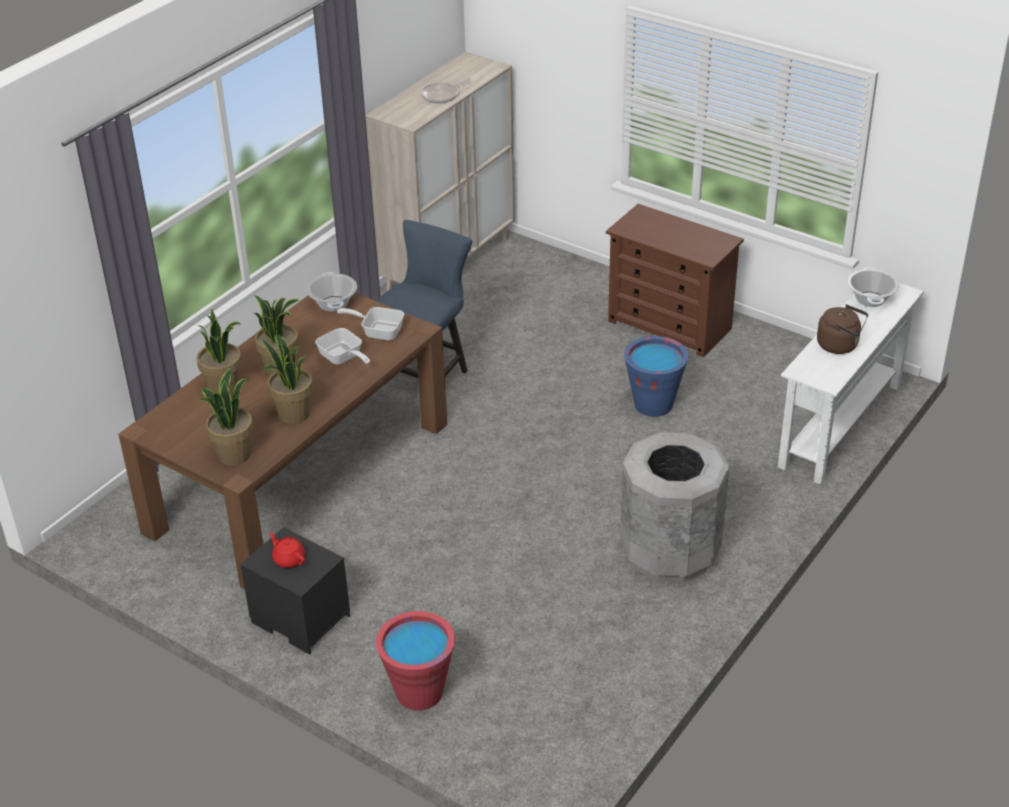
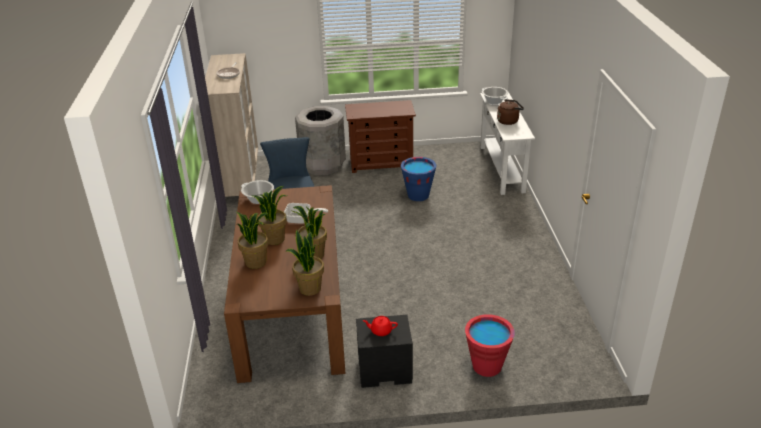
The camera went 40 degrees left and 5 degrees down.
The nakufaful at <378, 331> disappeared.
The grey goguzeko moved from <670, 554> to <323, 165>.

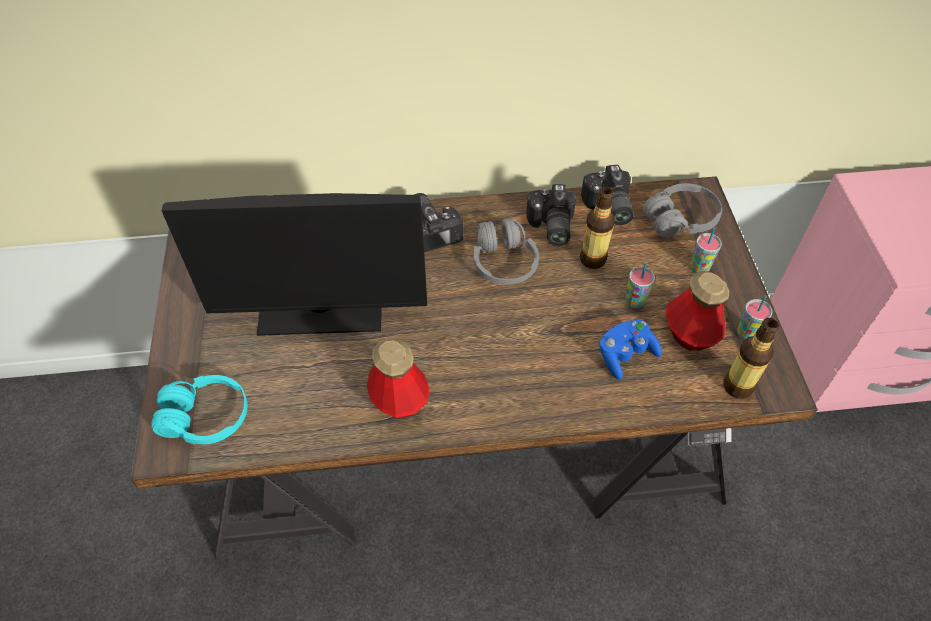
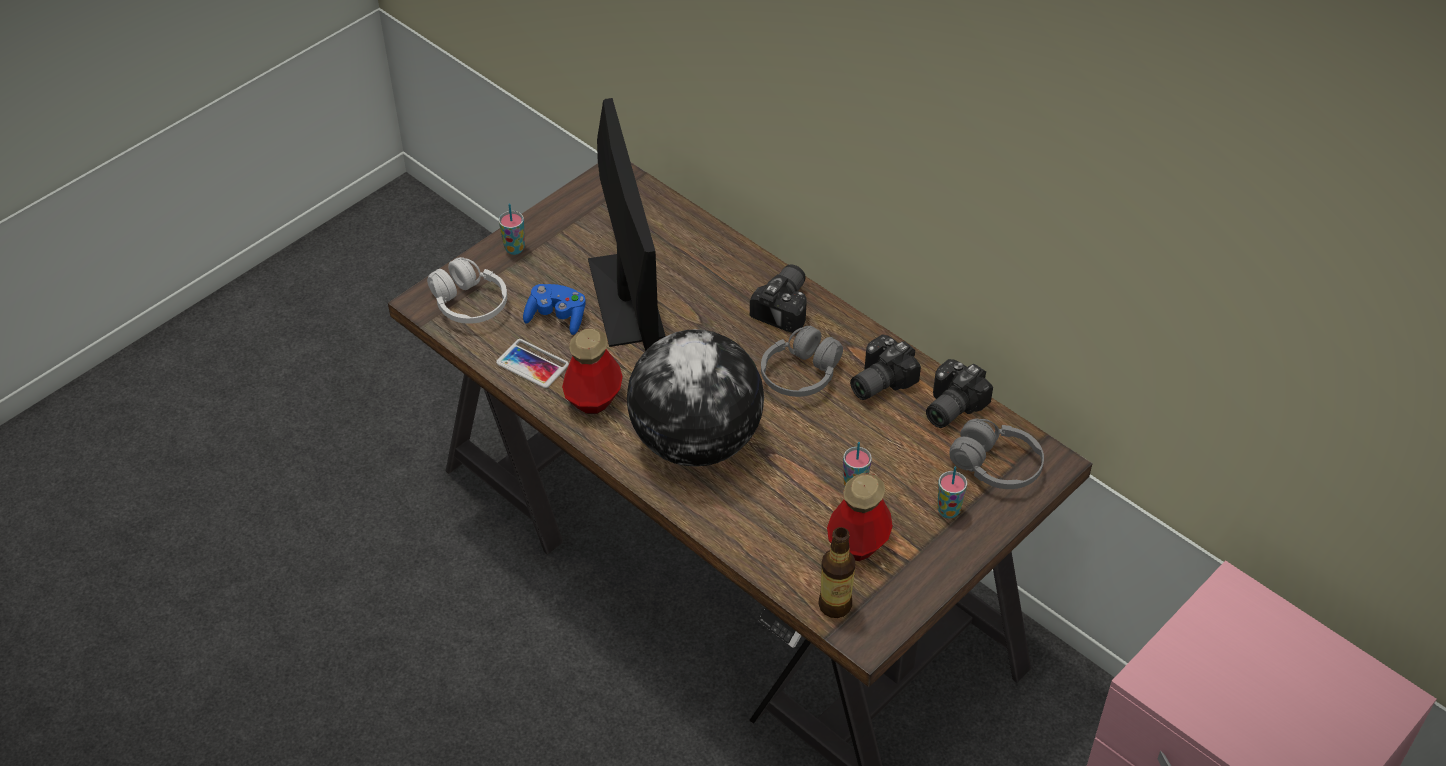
The camera went 50 degrees right and 5 degrees down.
The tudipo at <592, 259> disappeared.
The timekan at <321, 311> turned 150 degrees counterclockwise.
The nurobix moved from <746, 334> to <514, 249>.
The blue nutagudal moved from <625, 355> to <557, 317>.
The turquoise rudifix at <205, 418> became the white rudifix at <469, 304>.
The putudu at <696, 442> appeared.
The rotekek at <532, 364> appeared.

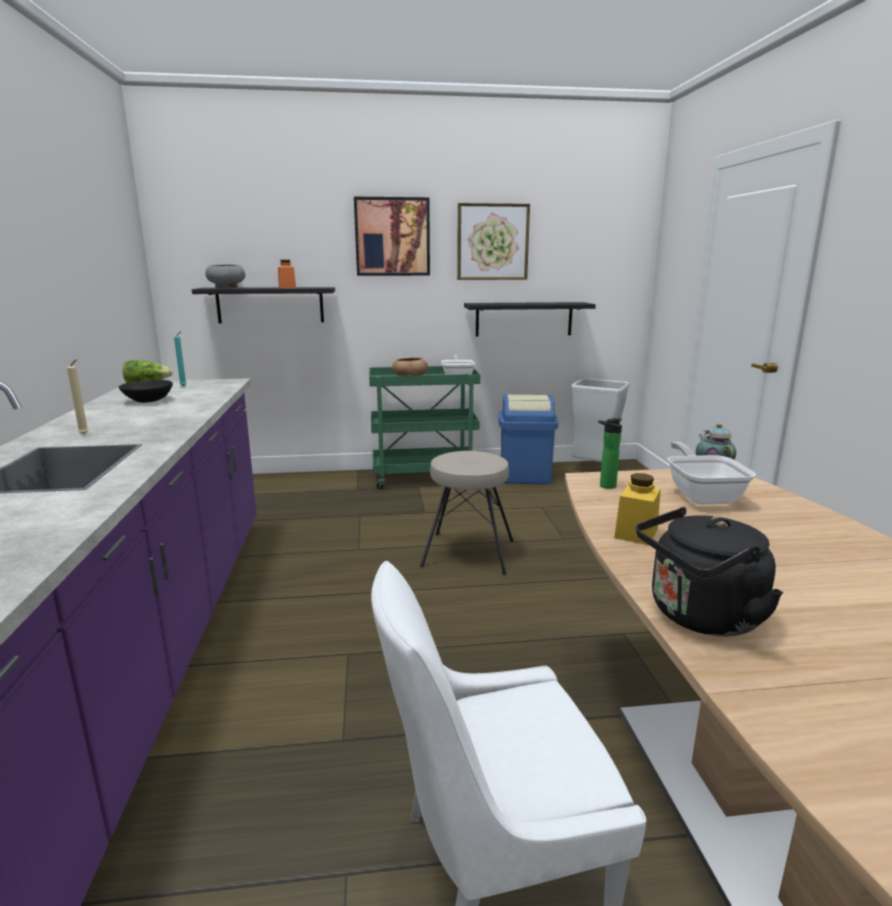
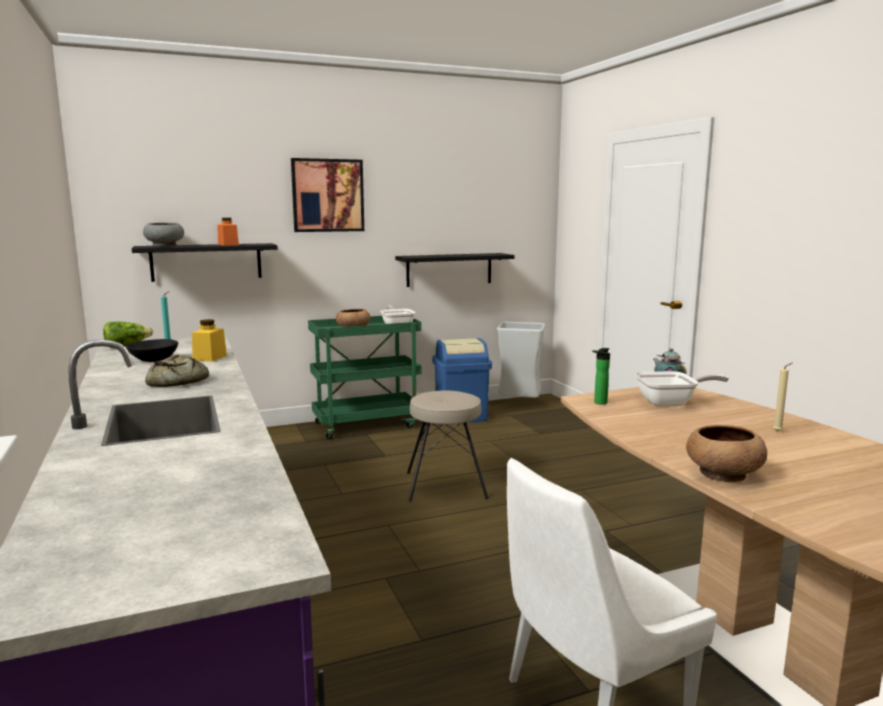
The camera went 15 degrees left and 5 degrees down.
The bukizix at <492, 242> disappeared.
The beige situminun moved from <85, 435> to <779, 431>.
The nakufaful at <701, 495> turned 105 degrees clockwise.
The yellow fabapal moved from <636, 533> to <210, 357>.
The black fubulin at <699, 617> was replaced by the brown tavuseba at <722, 474>.
The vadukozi at <176, 382> appeared.

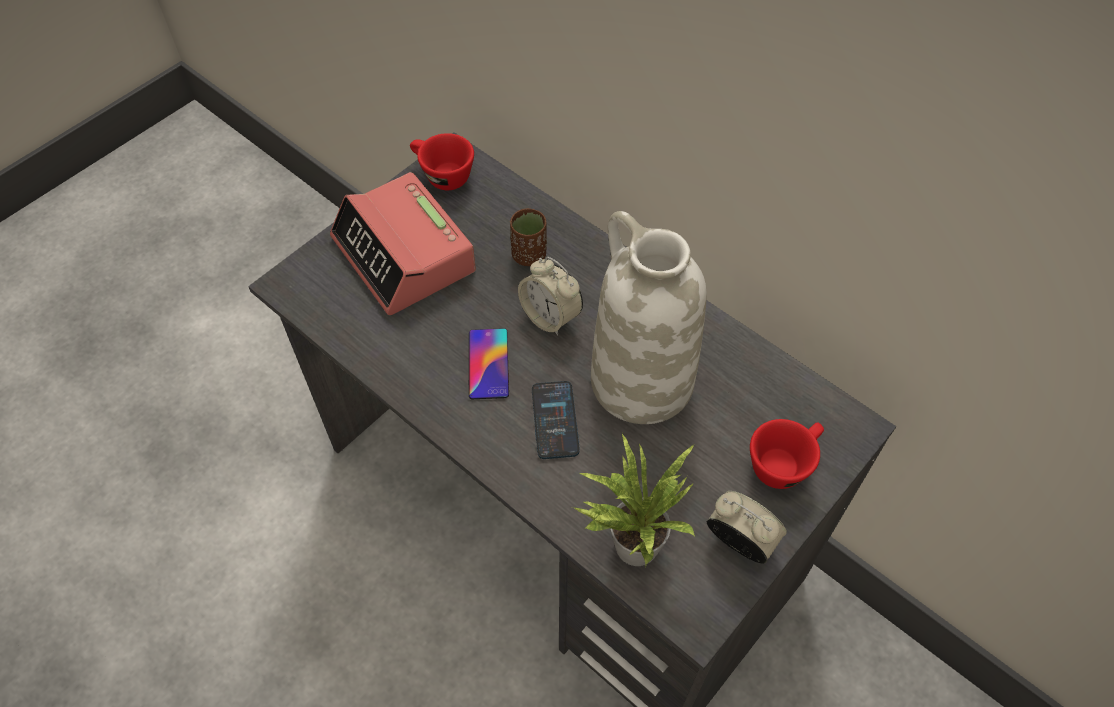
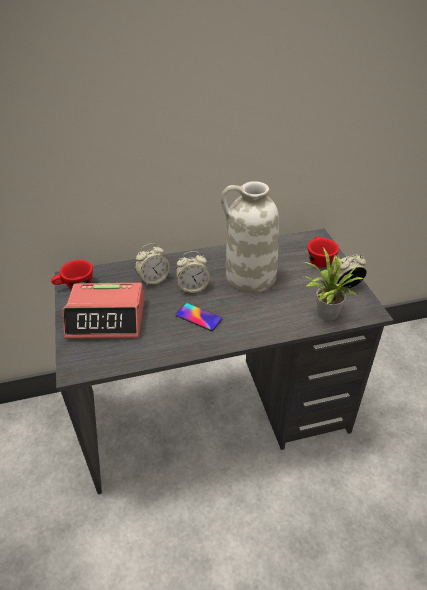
The camera went 55 degrees left and 15 degrees down.
The brown nurobix at <529, 255> was replaced by the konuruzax at <153, 279>.
The rotekek at <555, 420> disappeared.

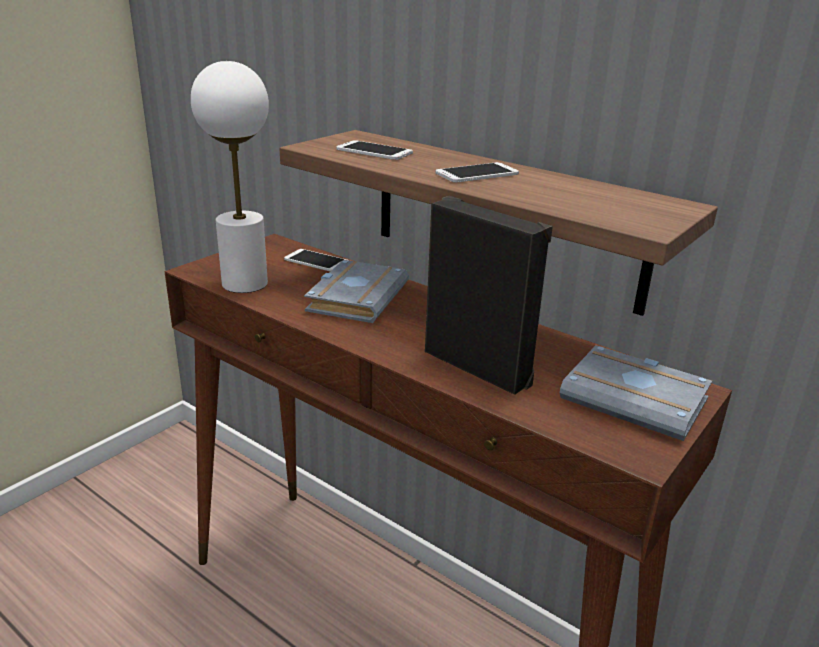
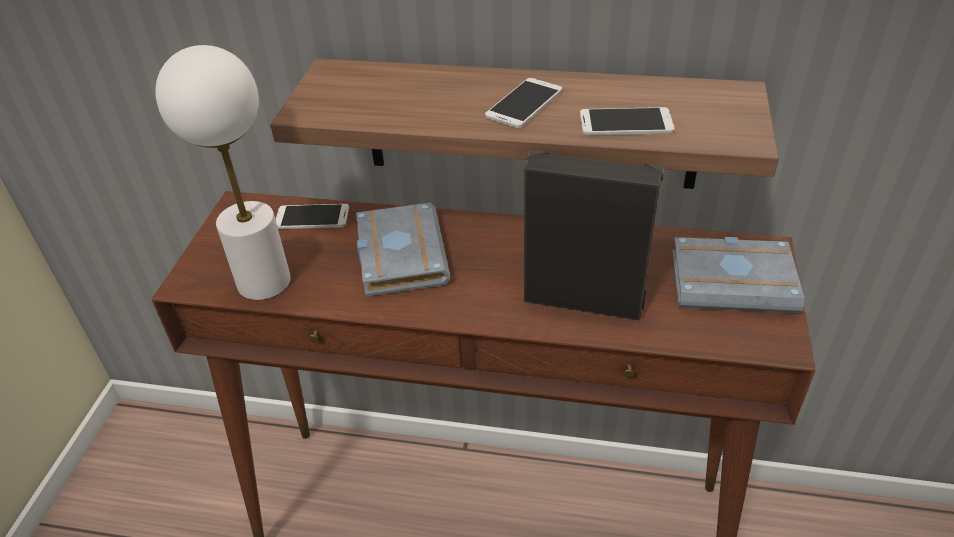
The camera went 25 degrees left and 15 degrees up.
The rotekek moved from <374, 151> to <626, 123>.

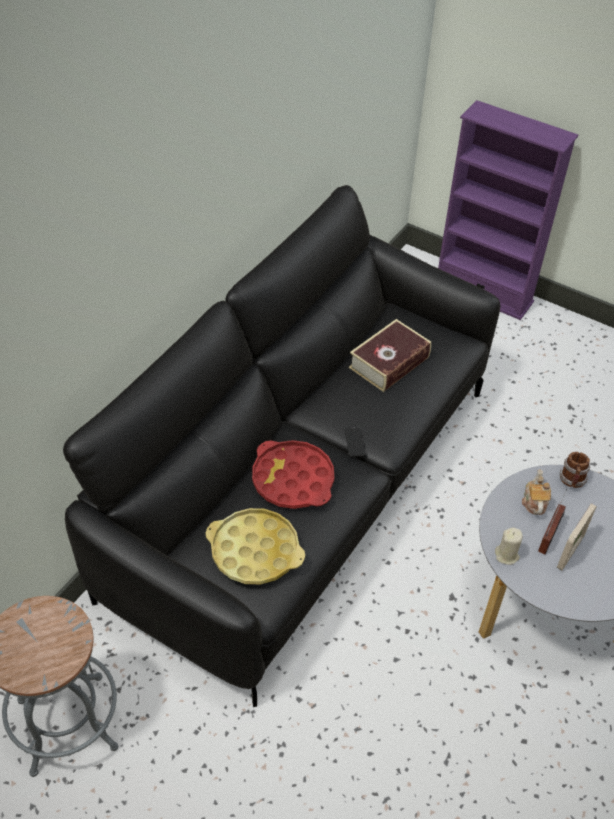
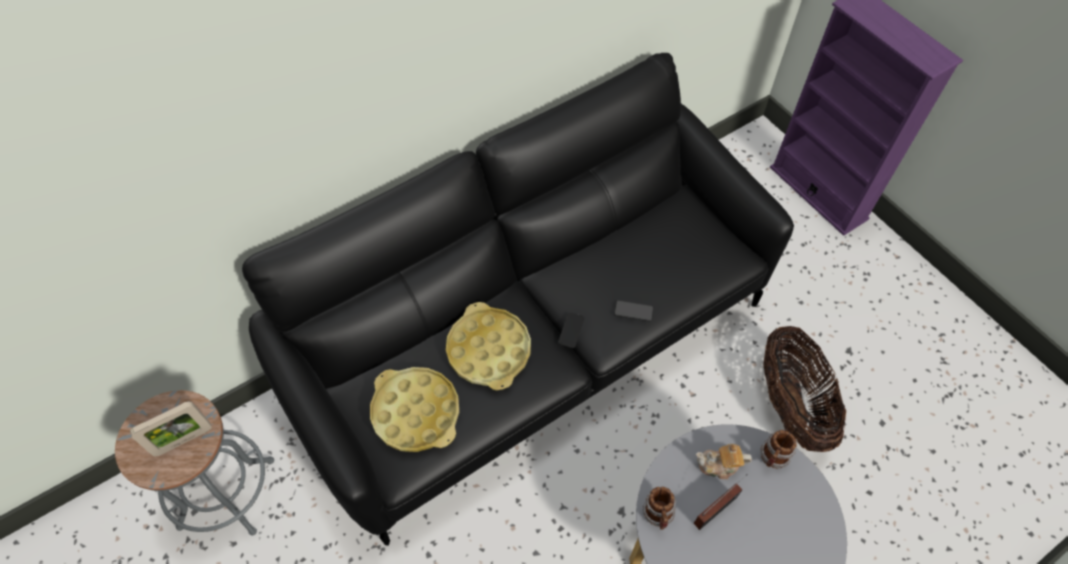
The camera went 25 degrees right and 10 degrees up.
The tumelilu at <389, 362> disappeared.
The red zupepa at <293, 480> became the yellow zupepa at <488, 350>.
The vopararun at <534, 502> turned 120 degrees counterclockwise.
The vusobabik moved from <570, 552> to <183, 440>.
The beige situminun at <507, 555> was replaced by the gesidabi at <658, 514>.
The rotekek at <633, 311> appeared.
The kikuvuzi at <791, 404> appeared.

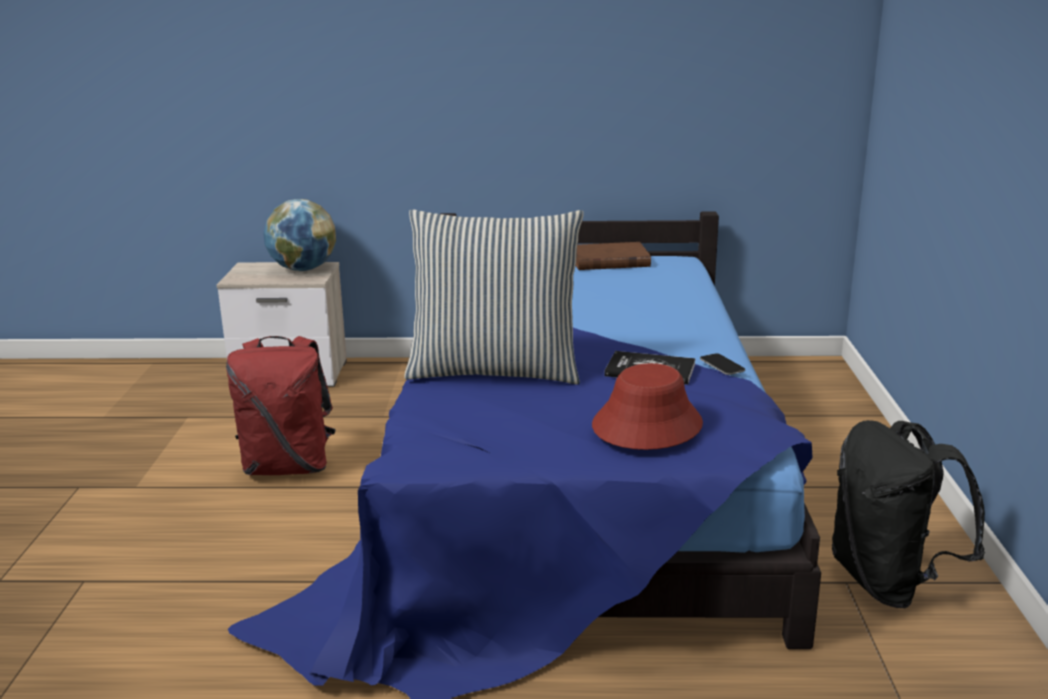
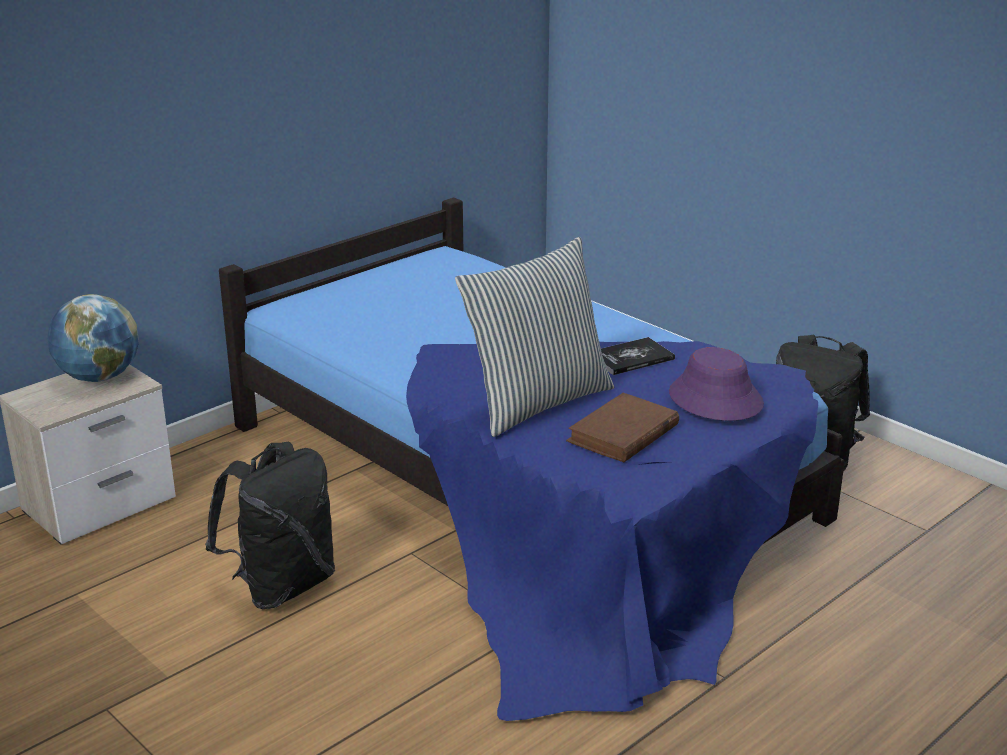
The camera went 45 degrees left and 5 degrees up.
The brown tumelilu moved from <609, 261> to <623, 433>.
The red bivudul at <288, 467> became the black bivudul at <282, 586>.
The rotekek at <722, 365> disappeared.
The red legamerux at <646, 425> became the purple legamerux at <715, 399>.

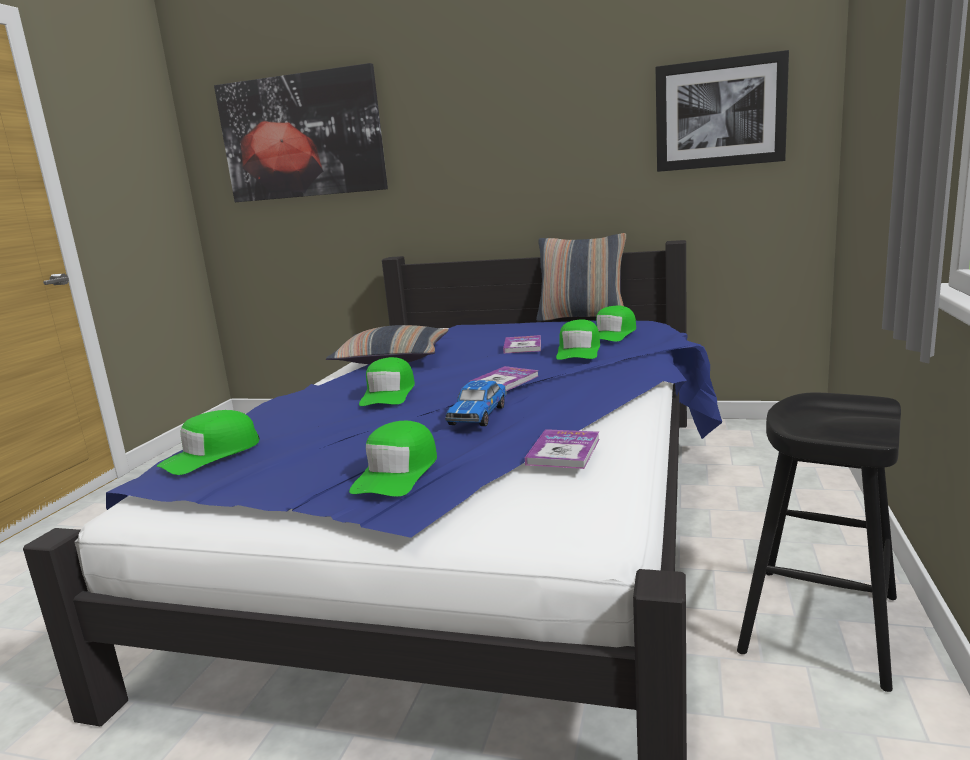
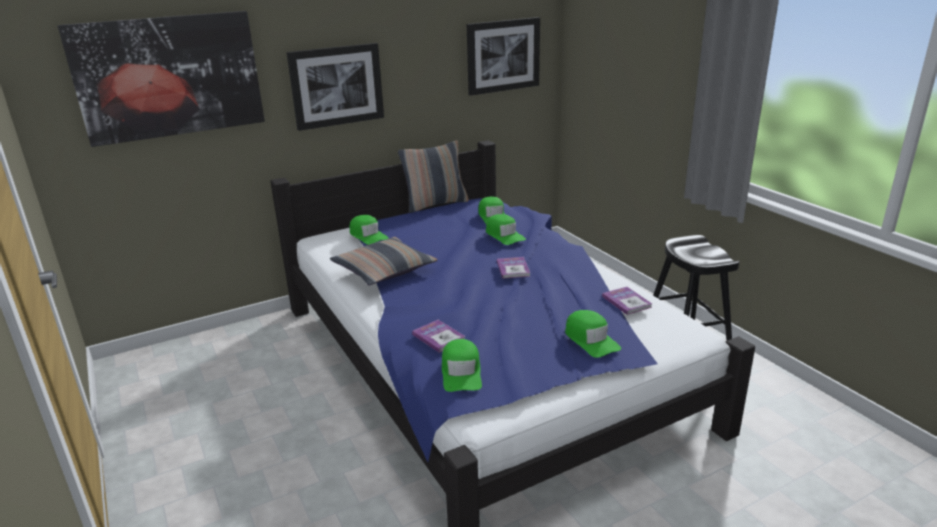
The camera went 45 degrees left and 10 degrees up.
The tumelilu moved from <522, 346> to <438, 337>.
The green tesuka moved from <389, 393> to <368, 235>.
The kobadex at <478, 415> disappeared.
The bukizix at <336, 86> appeared.

